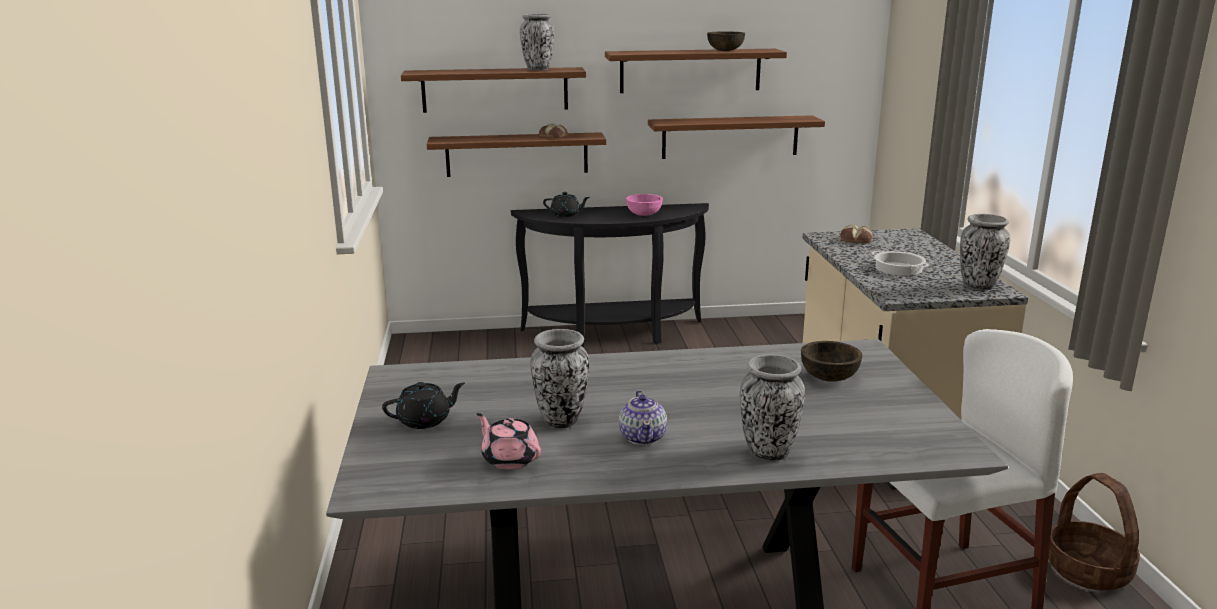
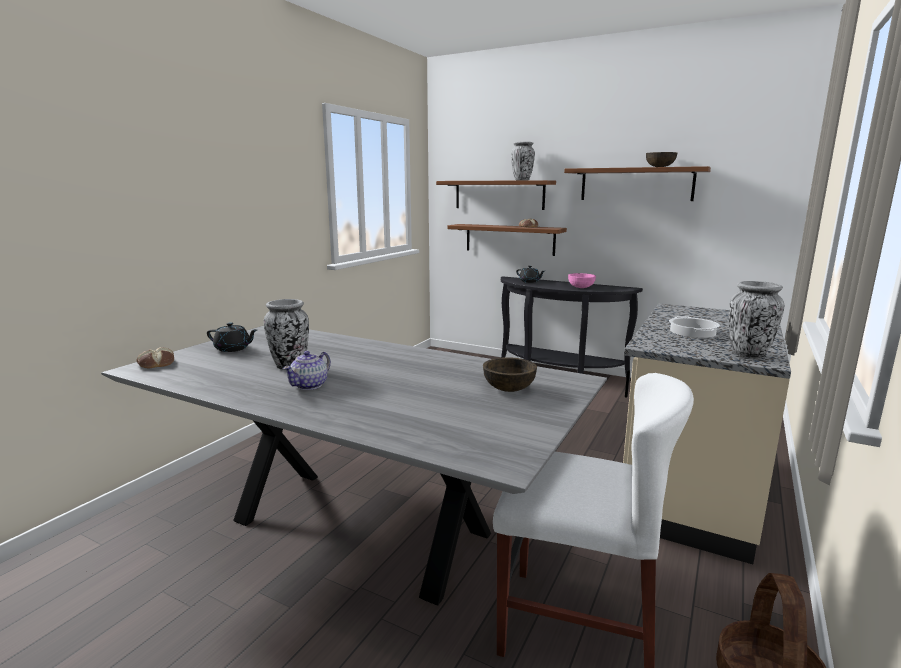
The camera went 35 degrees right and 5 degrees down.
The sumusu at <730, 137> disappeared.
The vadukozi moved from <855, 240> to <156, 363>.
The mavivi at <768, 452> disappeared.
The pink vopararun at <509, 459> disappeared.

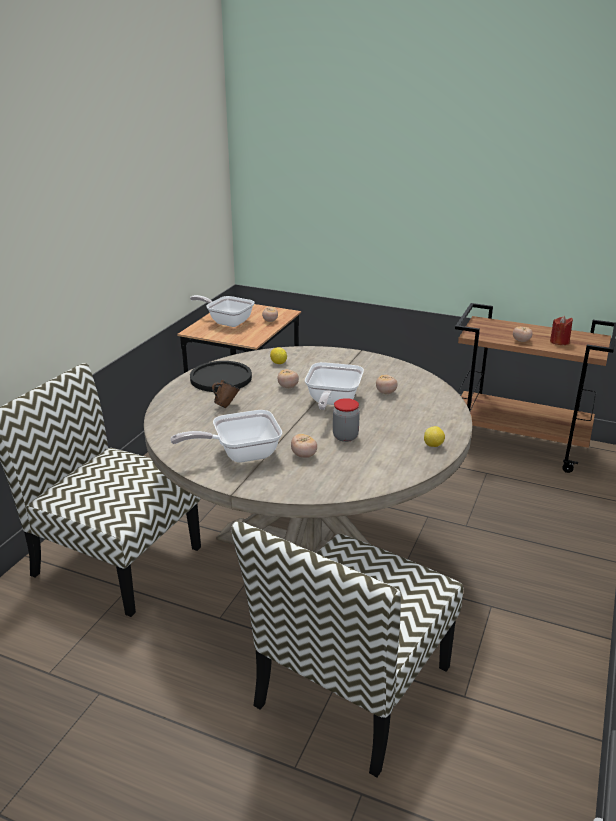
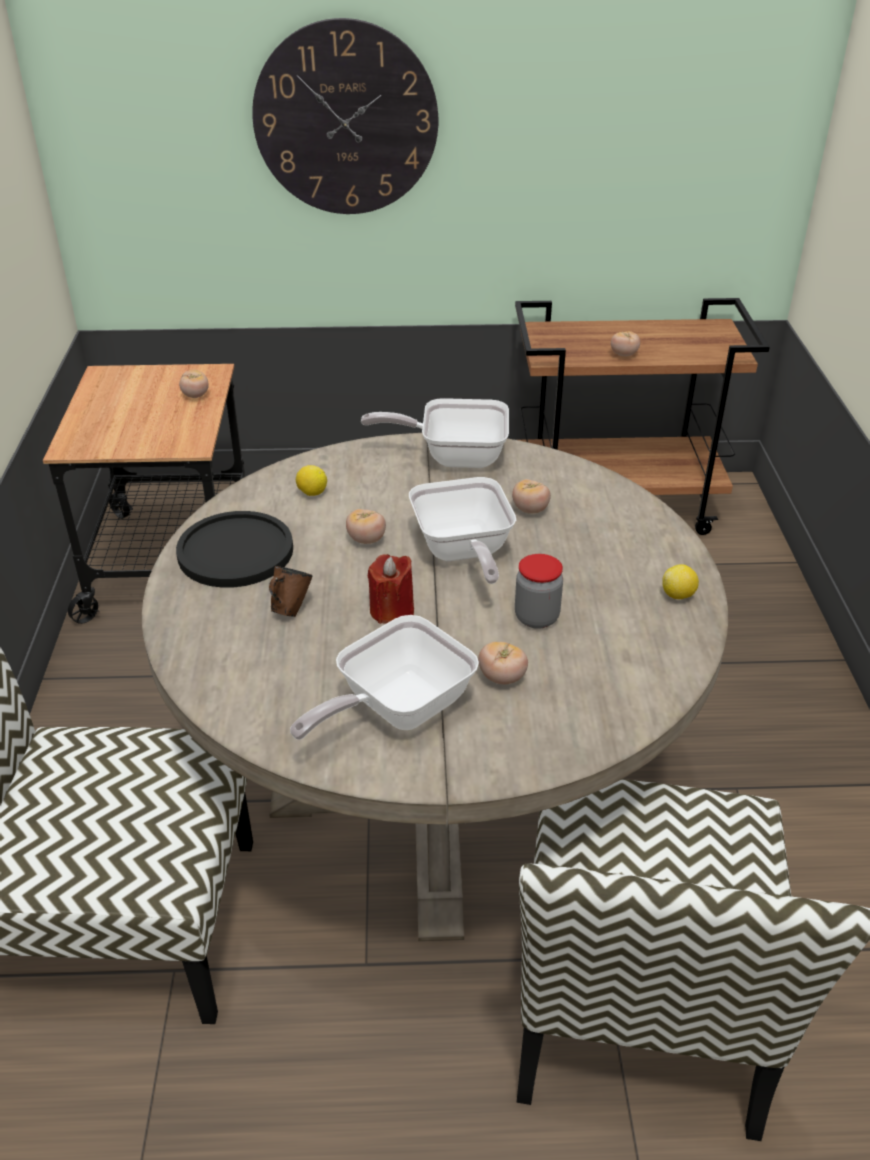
The camera went 25 degrees left and 10 degrees up.
The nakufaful moved from <227, 321> to <453, 456>.
The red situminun moved from <559, 342> to <391, 610>.
The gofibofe at <346, 120> appeared.

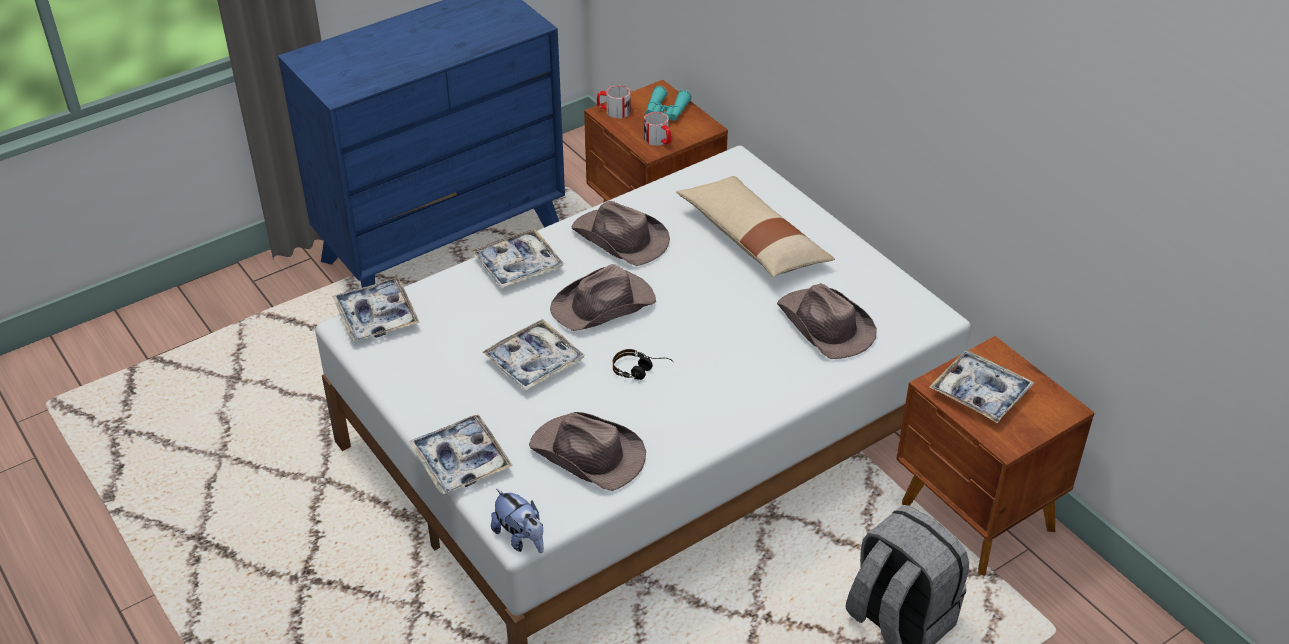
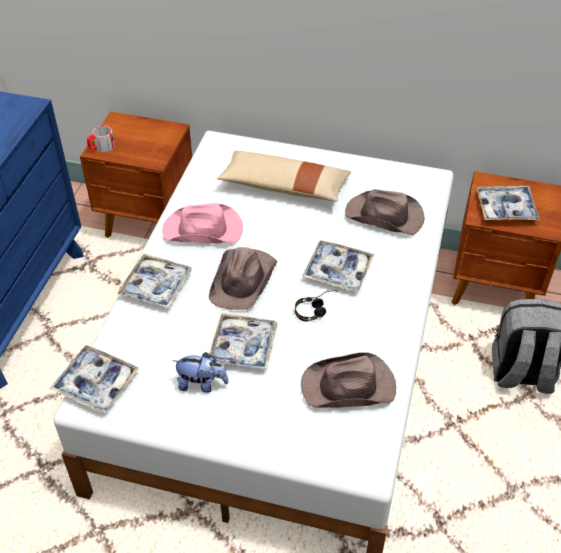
The camera went 40 degrees left and 5 degrees up.
The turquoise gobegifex at <665, 112> disappeared.
The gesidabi at <659, 140> disappeared.
The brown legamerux at <620, 239> became the pink legamerux at <203, 230>.
The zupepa moved from <461, 461> to <338, 271>.
The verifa moved from <520, 538> to <202, 384>.

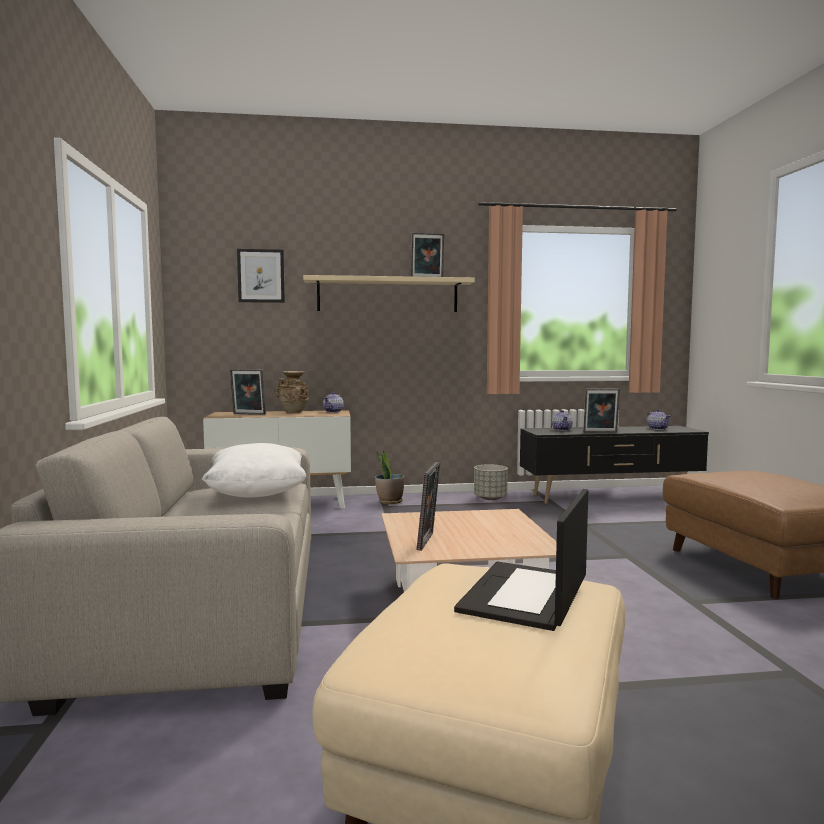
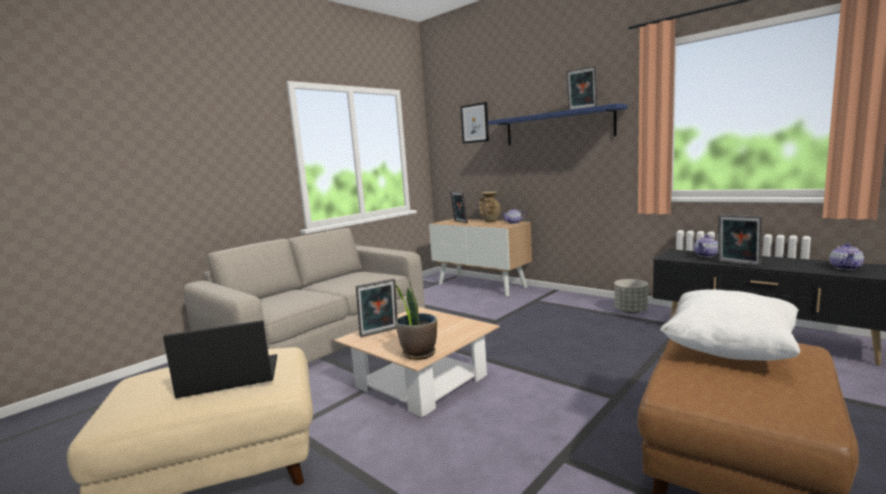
The camera went 50 degrees right and 5 degrees up.
The beige sumusu at <388, 295> became the blue sumusu at <557, 127>.
The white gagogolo moved from <257, 494> to <729, 350>.
The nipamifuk moved from <389, 502> to <418, 353>.

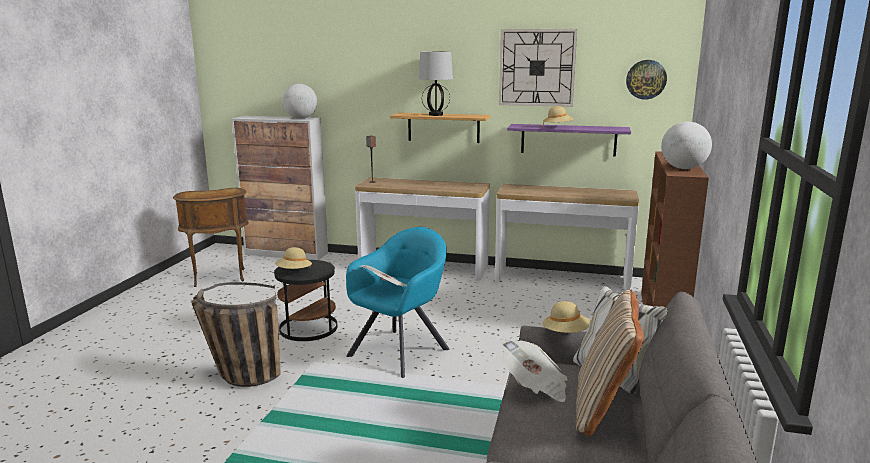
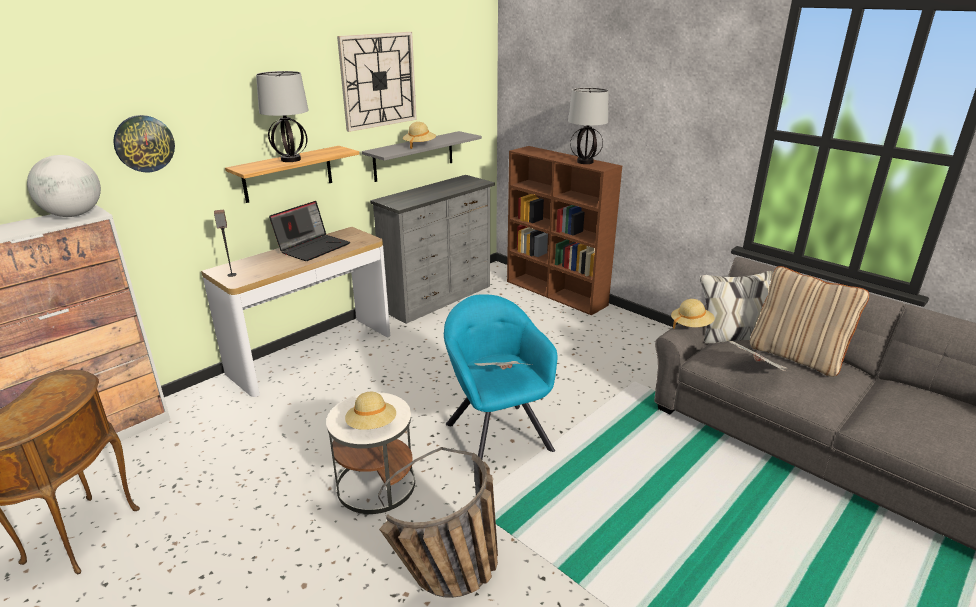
The camera went 60 degrees left and 10 degrees up.
The gofibofe moved from <646, 79> to <144, 143>.
The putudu at <683, 168> was replaced by the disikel at <585, 162>.
The purple sumusu at <568, 140> became the grey sumusu at <414, 156>.
The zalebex at <562, 279> was replaced by the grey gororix at <440, 298>.
The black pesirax at <308, 328> became the white pesirax at <376, 485>.
The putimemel at <313, 247> appeared.

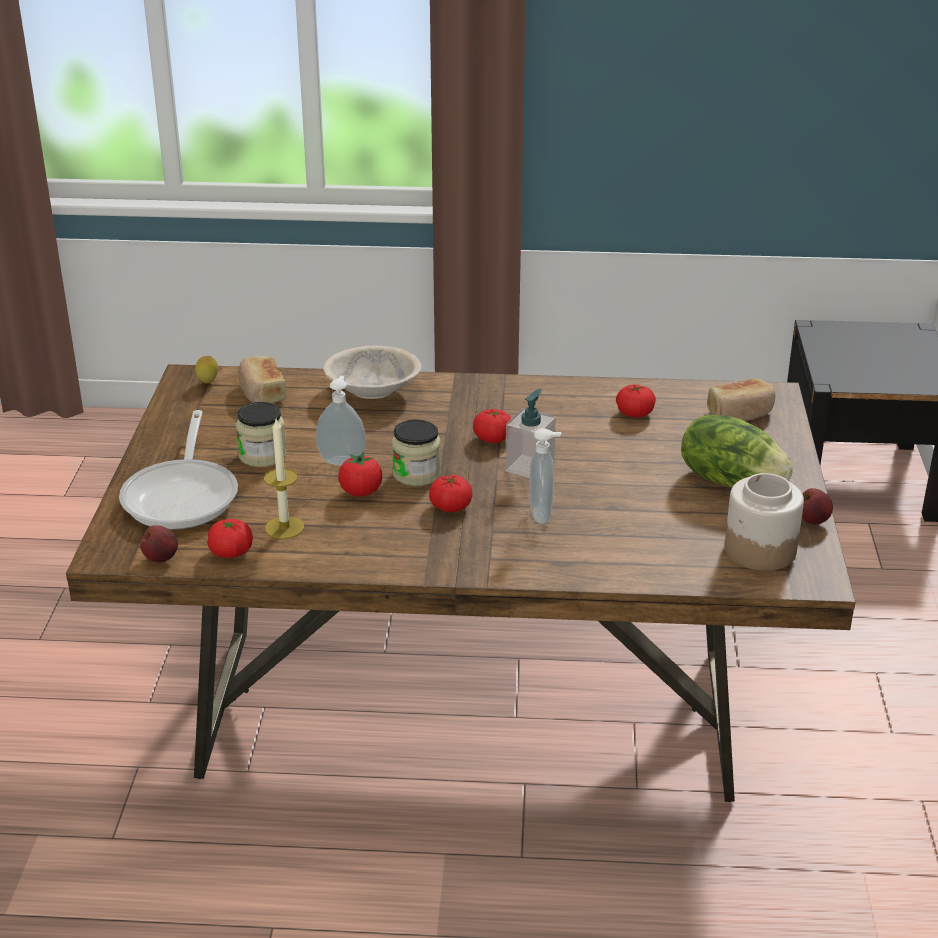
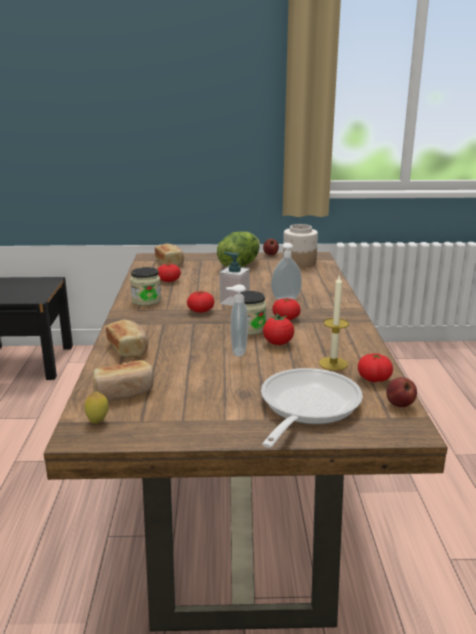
The camera went 95 degrees left and 10 degrees down.
The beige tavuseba at <372, 391> was replaced by the vadukozi at <129, 348>.
The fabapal moved from <262, 455> to <146, 301>.
The nakufaful at <183, 495> turned 60 degrees counterclockwise.

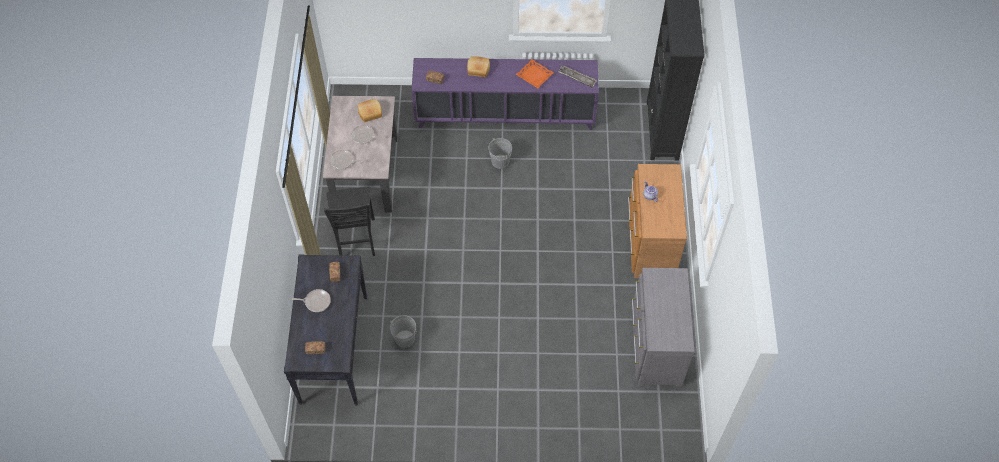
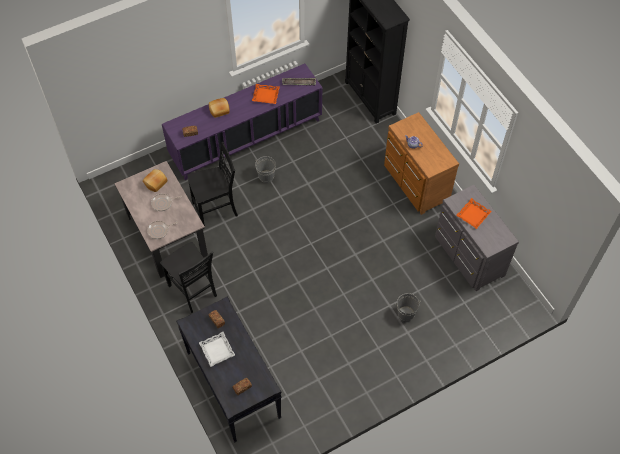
The camera went 30 degrees left and 0 degrees up.
The nakufaful at <316, 302> was replaced by the white zupepa at <217, 350>.
The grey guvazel moved from <405, 339> to <406, 313>.
The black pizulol at <216, 210> appeared.
The orange zupepa at <473, 215> appeared.

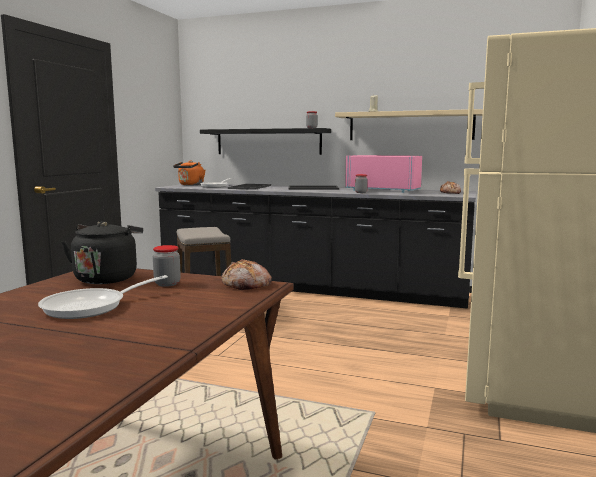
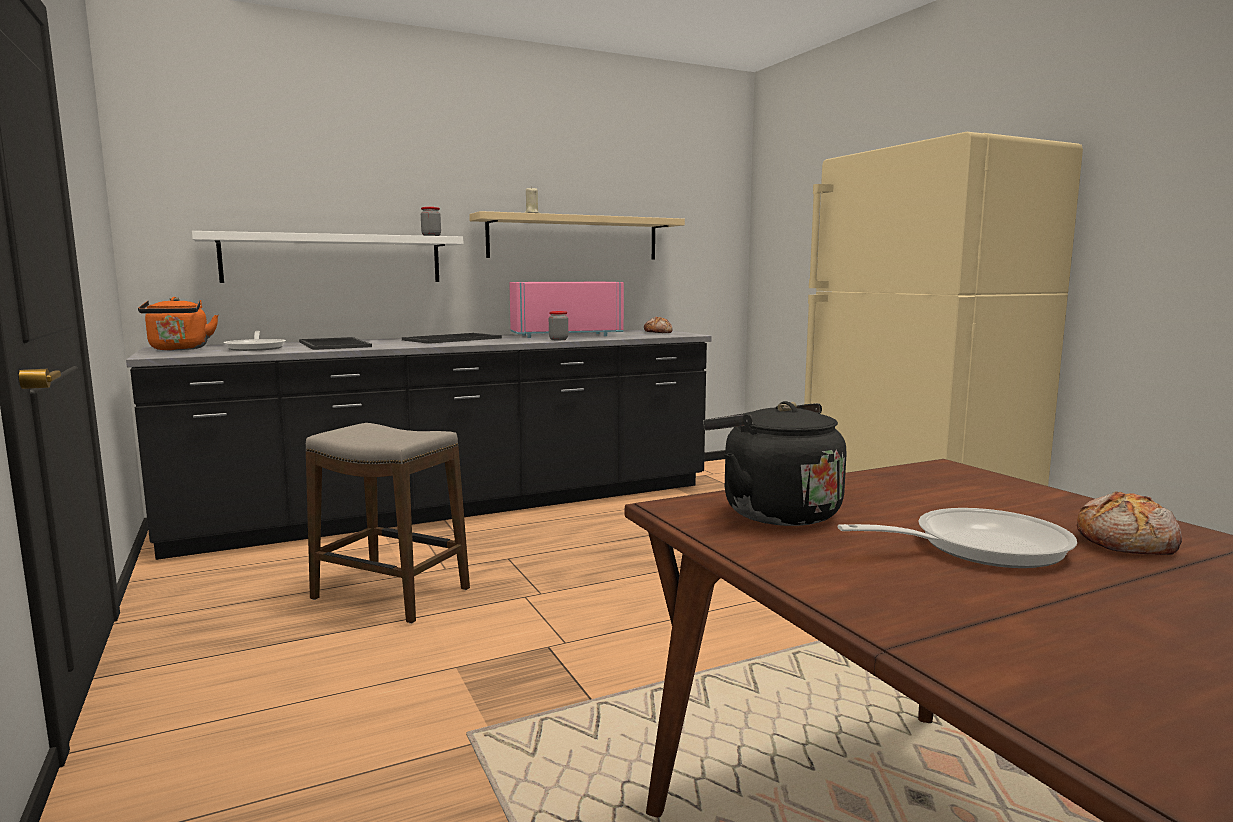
The camera went 45 degrees left and 0 degrees up.
The black sumusu at <268, 142> became the white sumusu at <334, 259>.
The fabapal at <167, 284> disappeared.
The vadukozi moved from <247, 285> to <1128, 543>.
The nakufaful at <91, 307> turned 105 degrees counterclockwise.

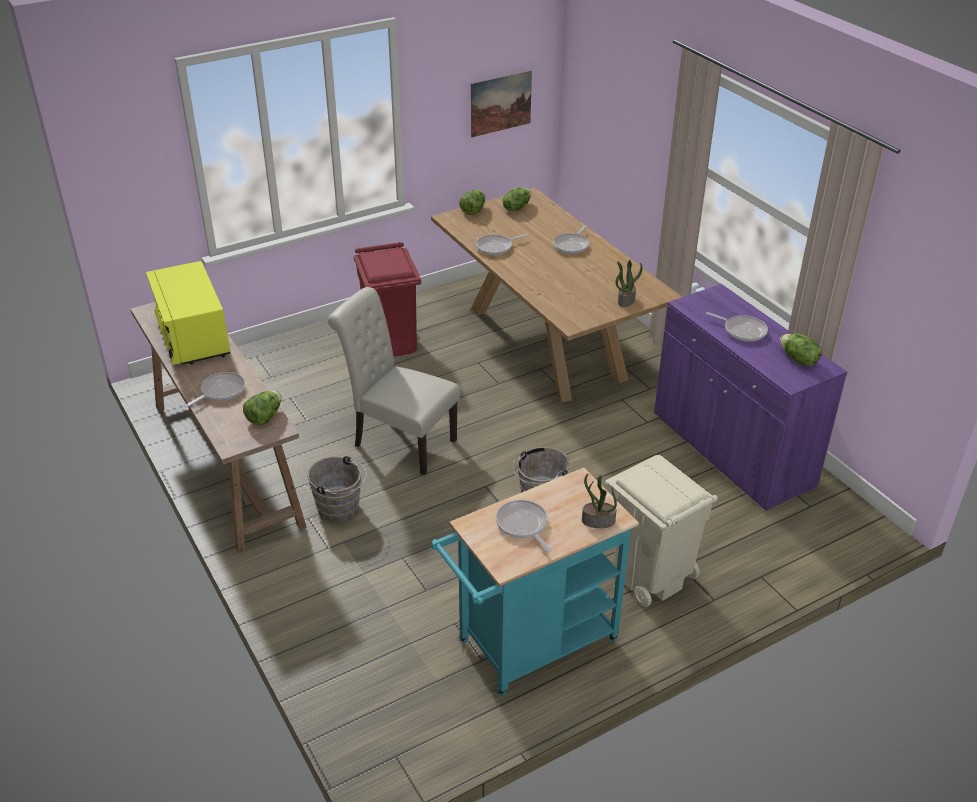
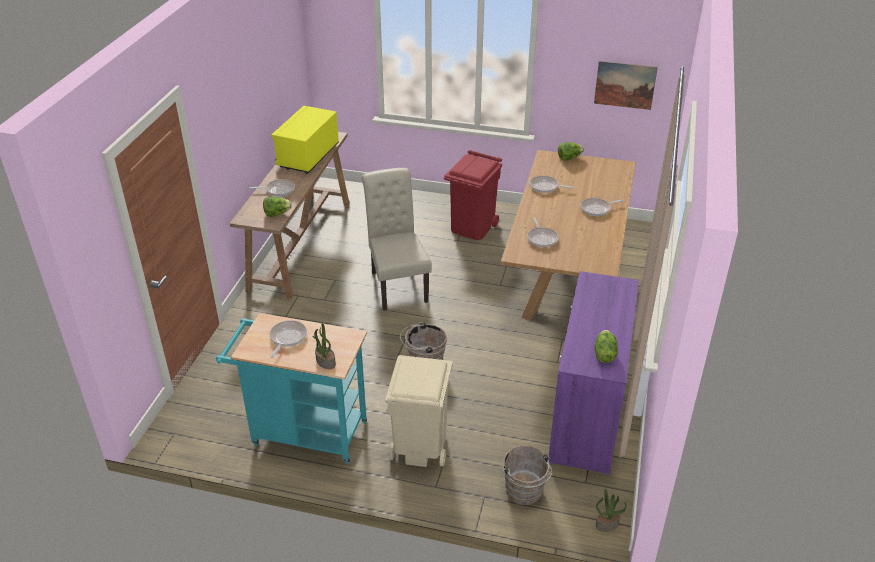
The camera went 45 degrees right and 0 degrees up.
The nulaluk at <516, 208> disappeared.
The nipamifuk moved from <626, 300> to <607, 524>.
The nakufaful moved from <742, 331> to <542, 238>.
The brown guvazel moved from <341, 509> to <524, 493>.

